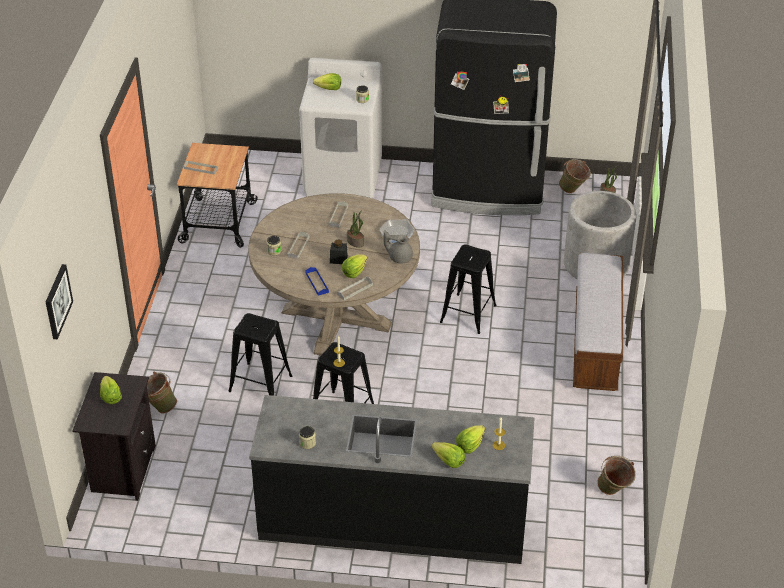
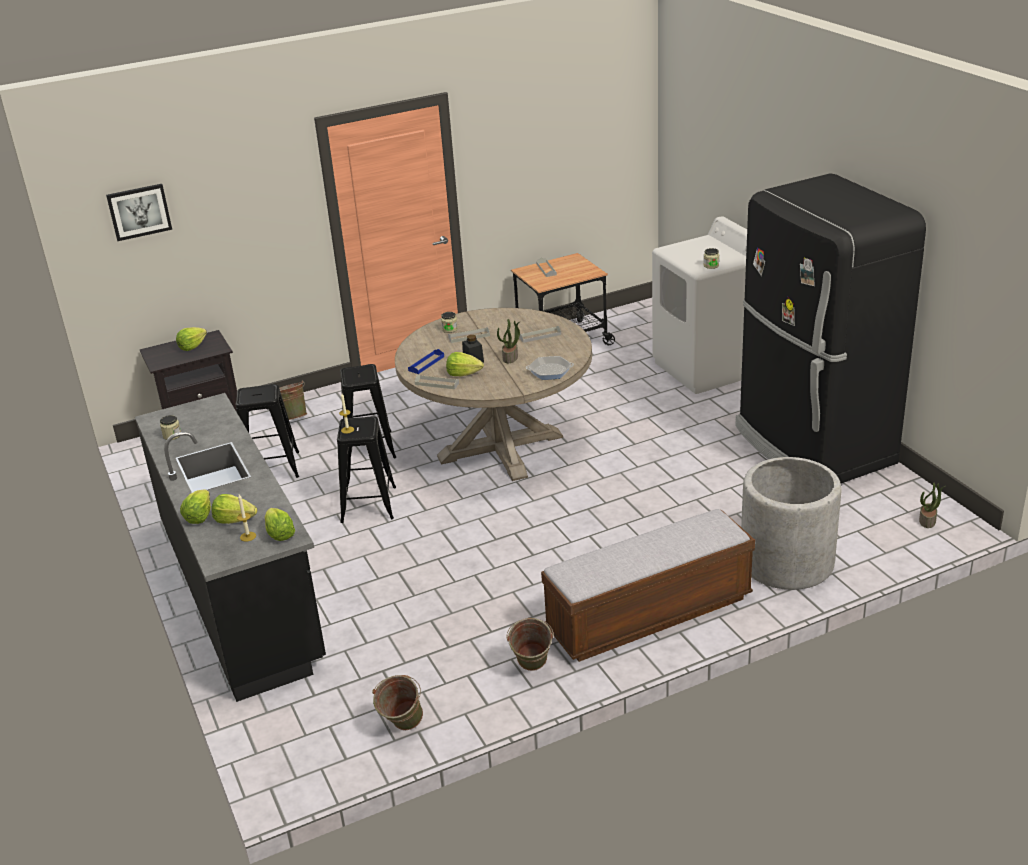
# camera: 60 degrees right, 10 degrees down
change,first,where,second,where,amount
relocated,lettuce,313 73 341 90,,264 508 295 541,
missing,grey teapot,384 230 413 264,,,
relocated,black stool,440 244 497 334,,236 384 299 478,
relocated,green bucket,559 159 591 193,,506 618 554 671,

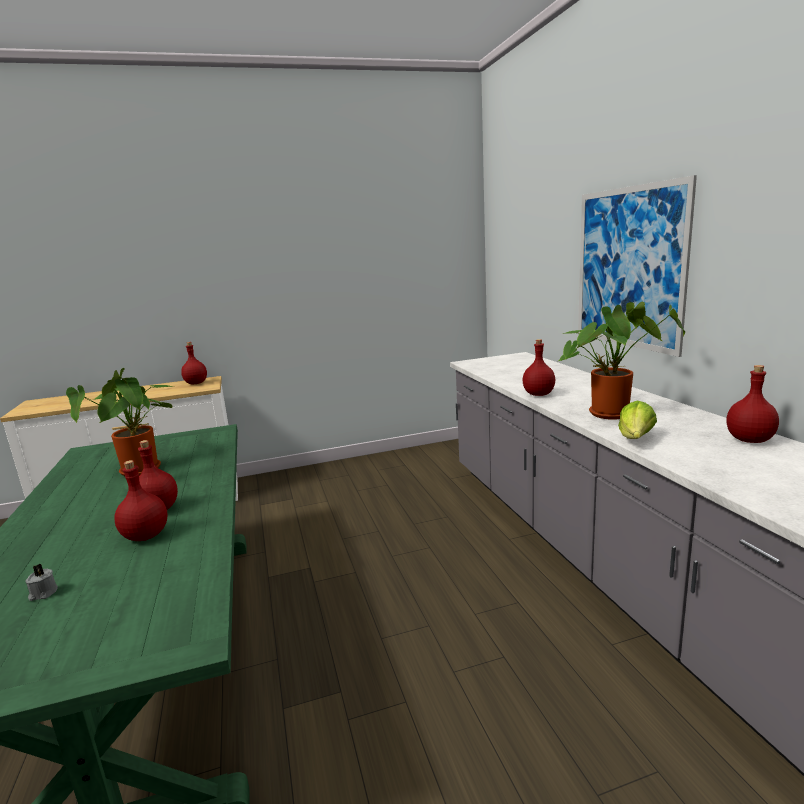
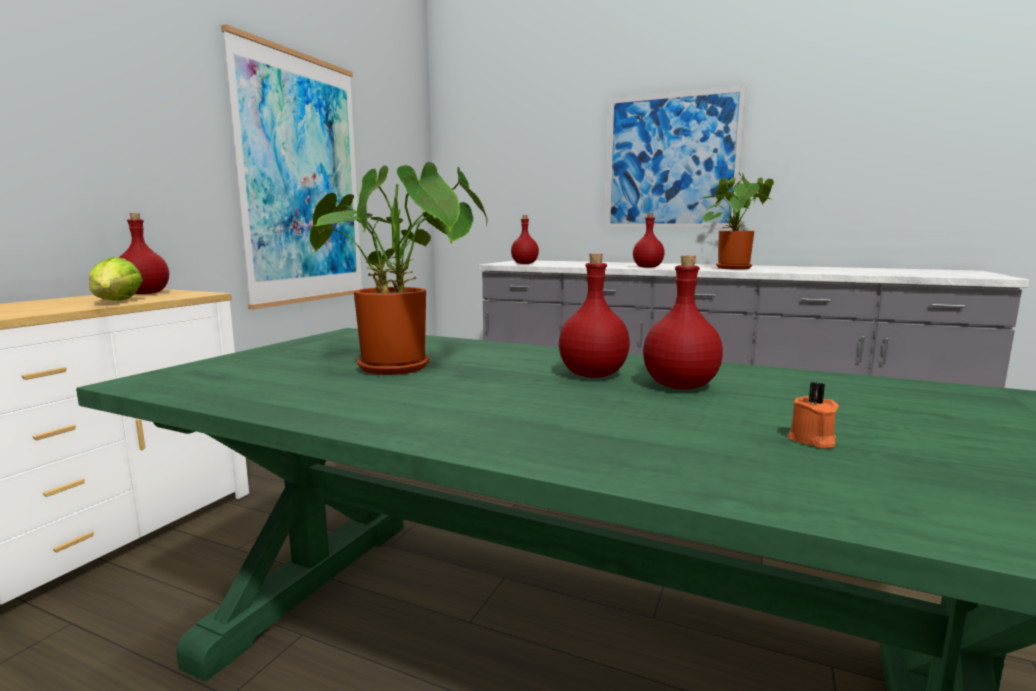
# camera: 50 degrees left, 5 degrees down
change,first,where,second,where,amount
colour,grey candle,25 564 58 601,orange candle,788 382 839 448,
relocated,lettuce,618 401 657 439,,89 257 143 301,
relocated,red bottle,726 365 779 443,,511 215 539 264,
appeared,,,picture,221 24 362 310,

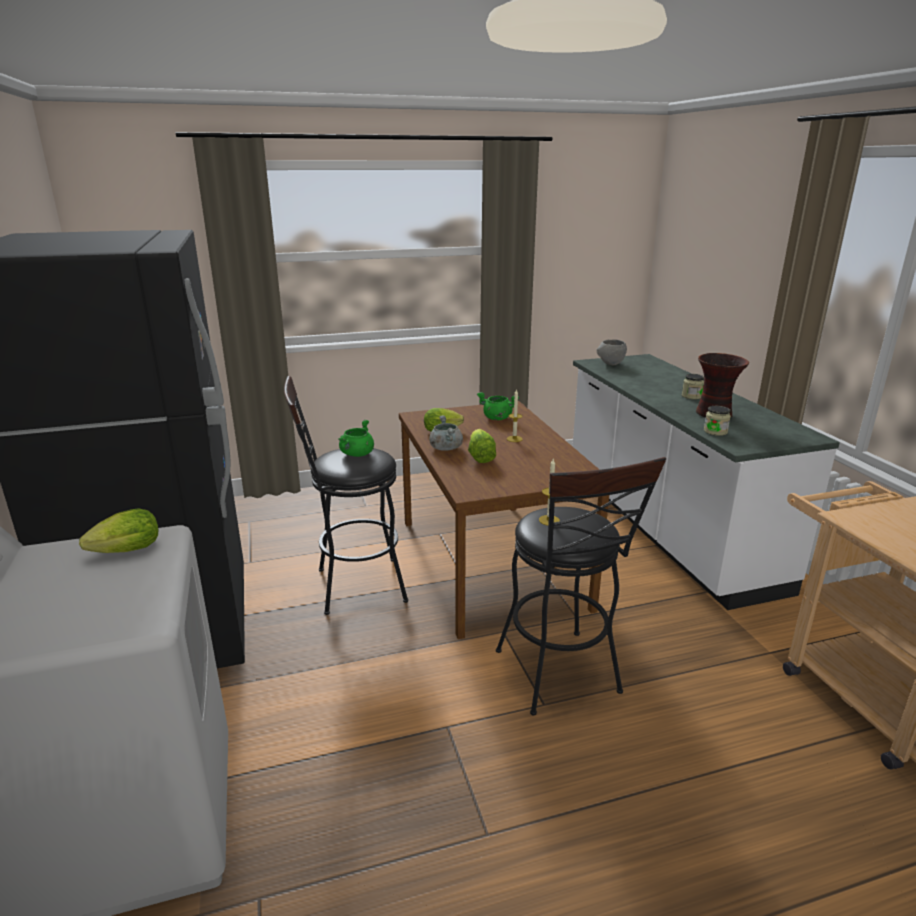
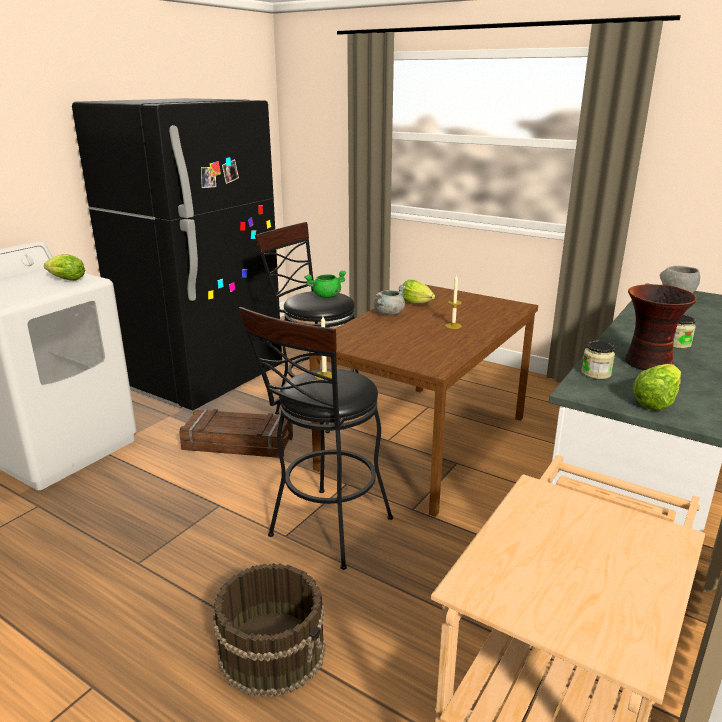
# camera: 50 degrees right, 0 degrees up
change,first,where,second,where,amount
relocated,lettuce,468 429 496 463,,633 364 681 410,
missing,green cooking pot,477 392 519 420,,,
appeared,,,crate,179 409 293 458,
appeared,,,brown bucket,213 563 326 697,

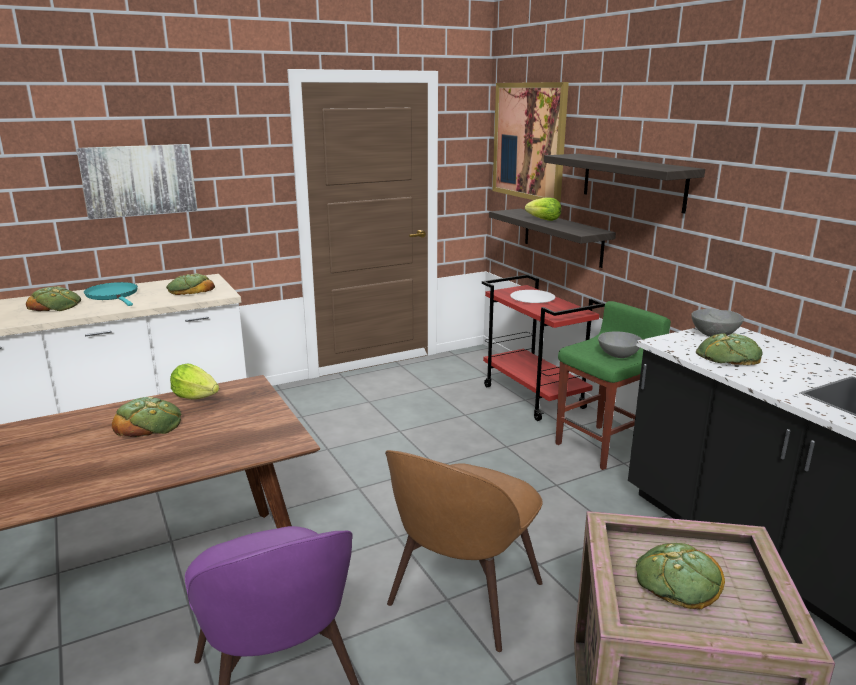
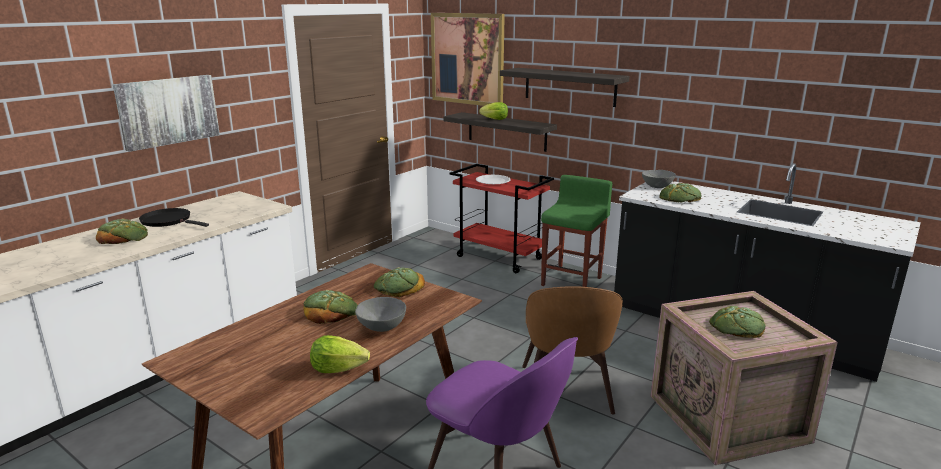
# camera: 25 degrees left, 0 degrees up
change,first,where,second,where,amount
colour,turquoise frying pan,84 282 138 306,black frying pan,139 208 209 227,
relocated,bread,166 273 215 295,,374 267 425 297,
relocated,lettuce,170 363 219 399,,310 335 370 373,
relocated,grey bowl,598 332 642 358,,355 297 406 332,

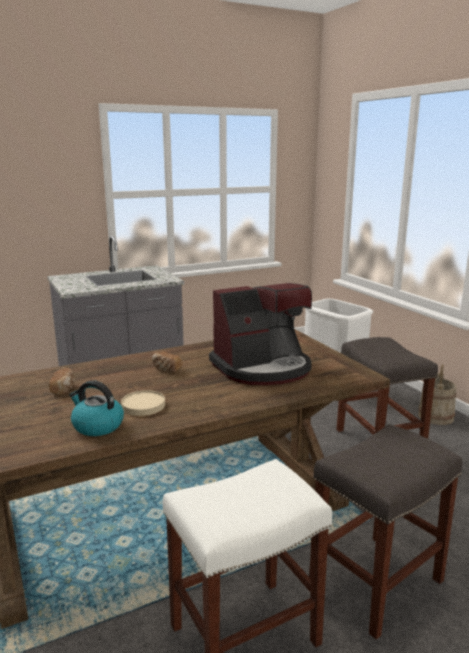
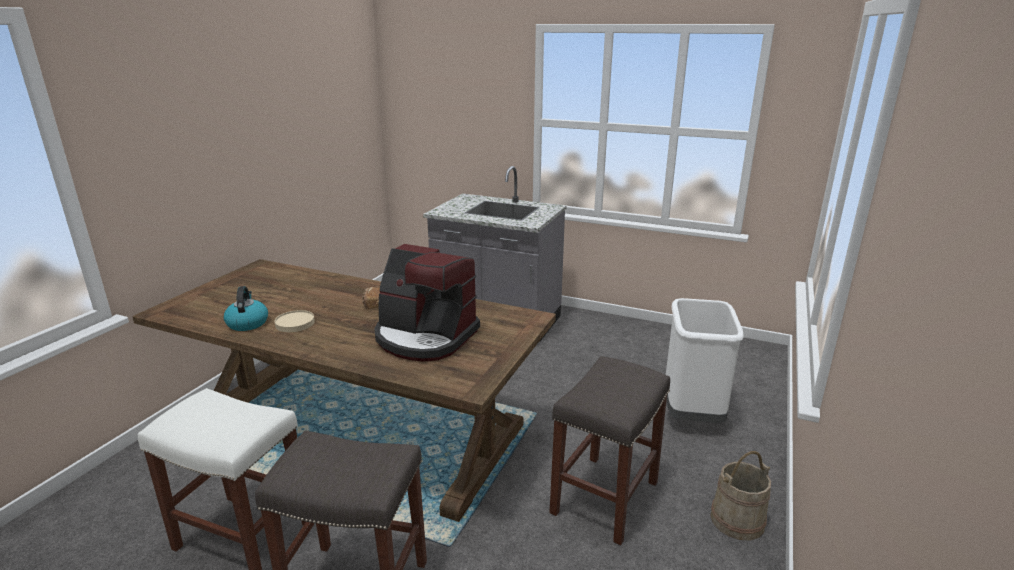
# camera: 50 degrees right, 5 degrees up
change,first,where,second,where,amount
missing,bread,49 368 75 394,,,

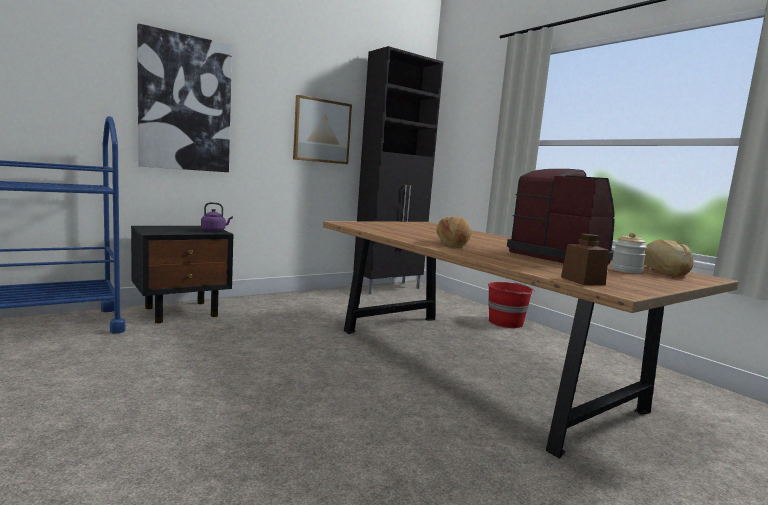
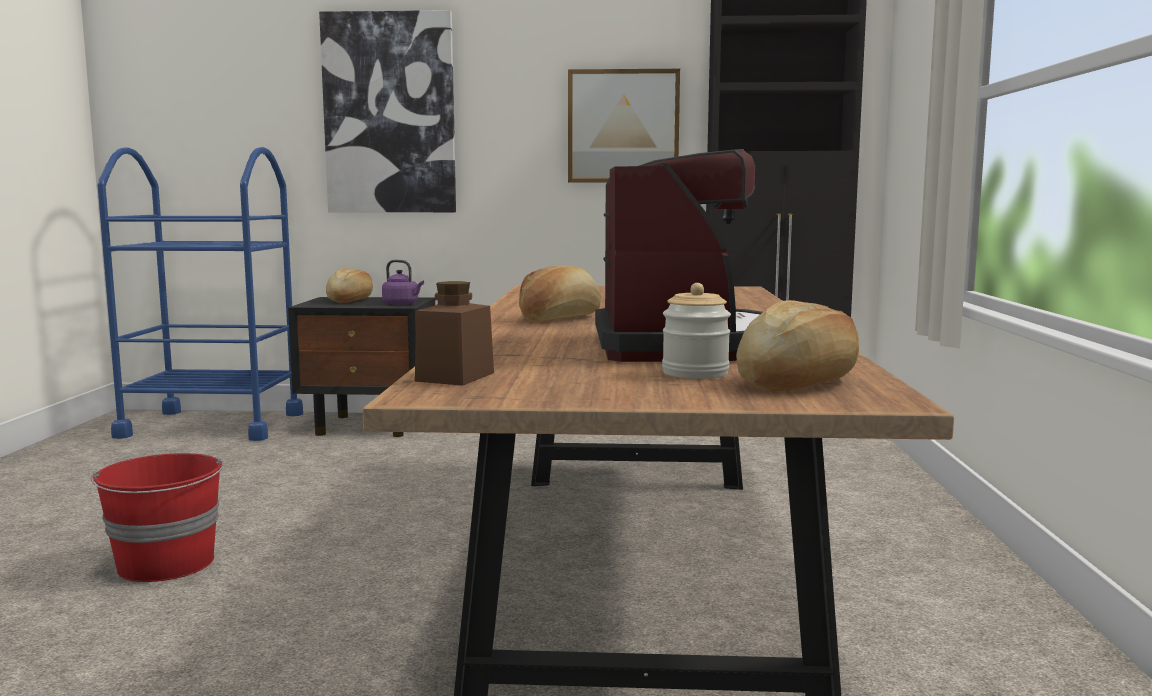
# camera: 40 degrees right, 0 degrees up
change,first,where,second,where,amount
relocated,red bucket,488 282 535 328,,91 453 223 582,
appeared,,,bread,326 268 373 303,

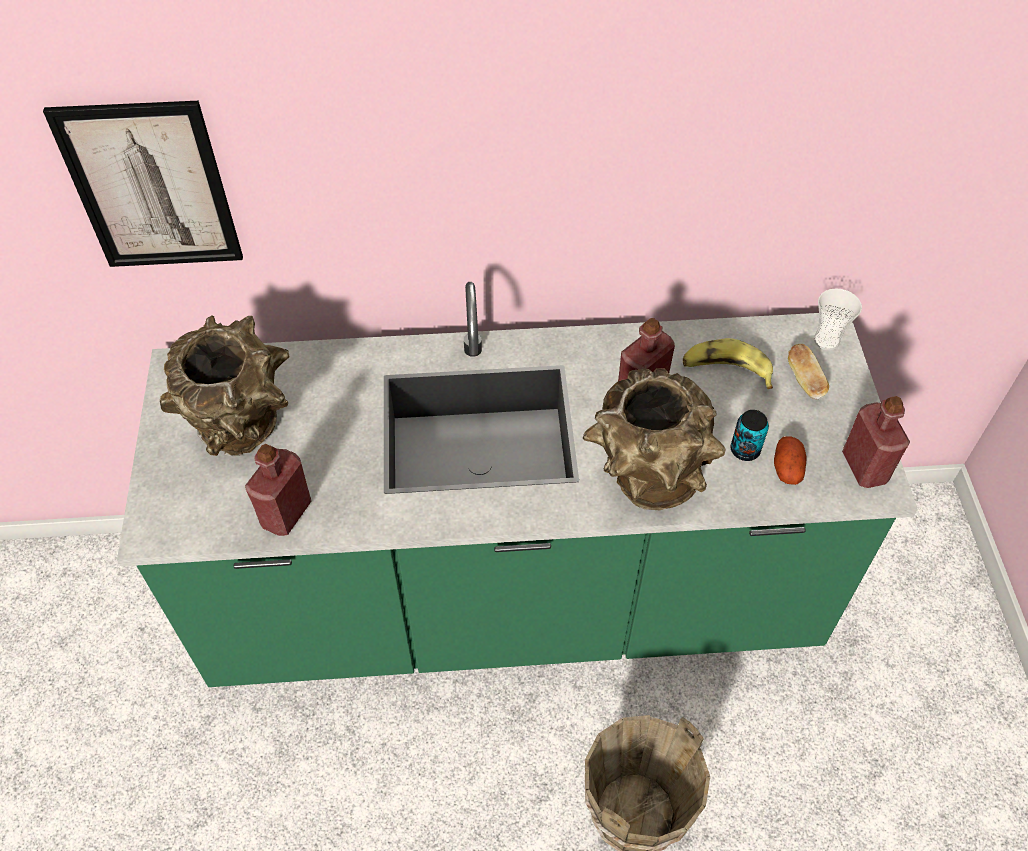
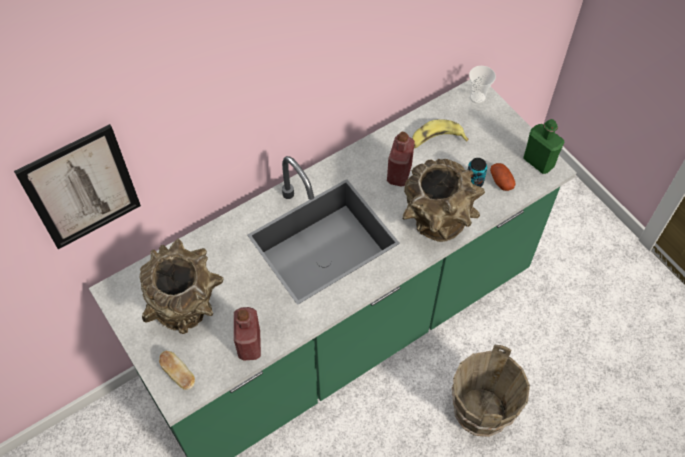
# camera: 30 degrees left, 5 degrees up
change,first,where,second,where,amount
relocated,bread,788 344 829 399,,159 351 195 390,
colour,red bottle,842 396 910 488,green bottle,523 119 564 174,

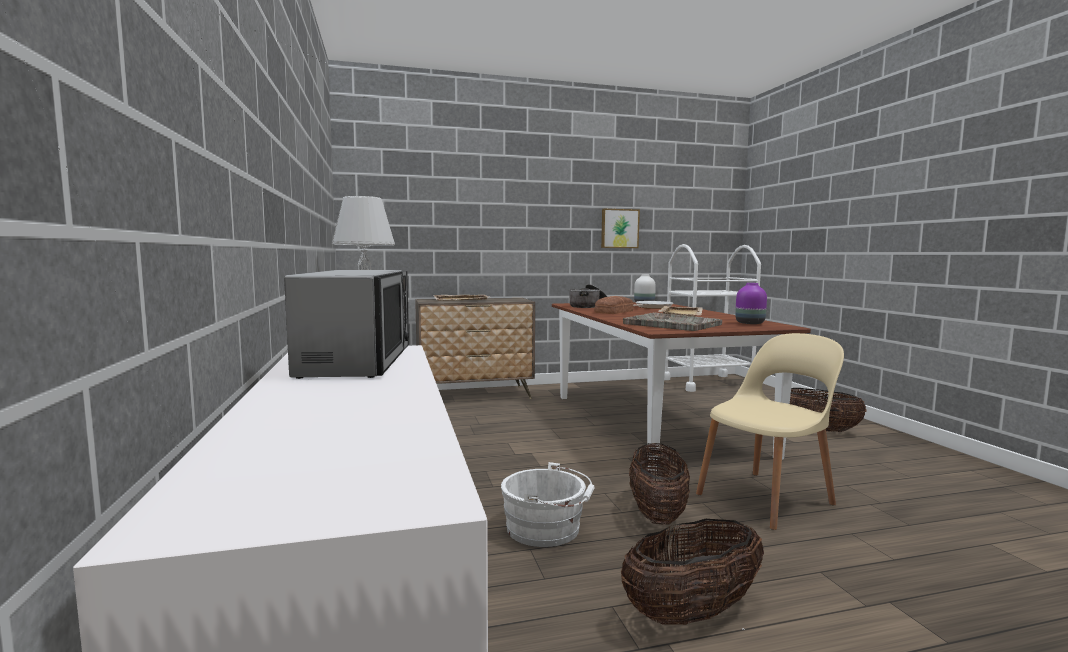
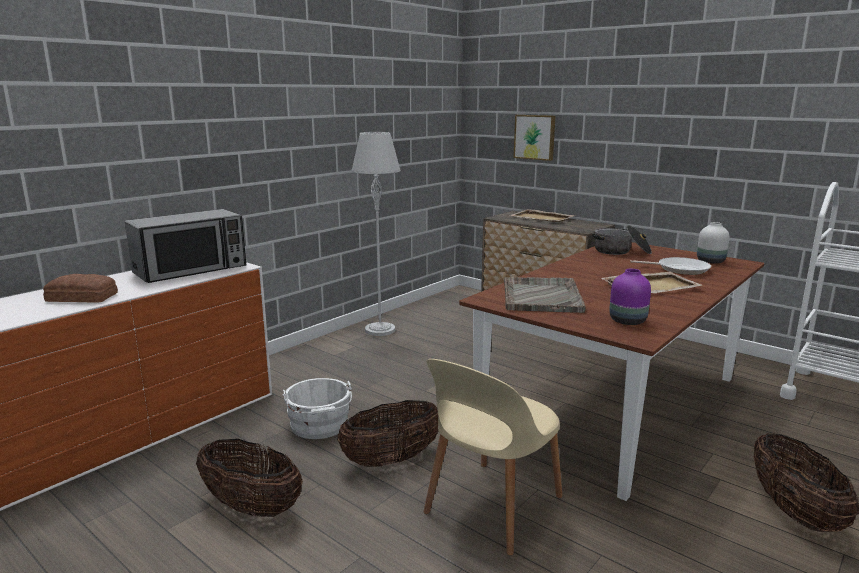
# camera: 55 degrees right, 10 degrees up
change,first,where,second,where,amount
relocated,bread,594 296 634 314,,43 274 118 302,
relocated,picture,601 209 640 248,,513 115 556 161,
spun,beige chair,696 333 844 530,,423 359 563 556,105 degrees clockwise

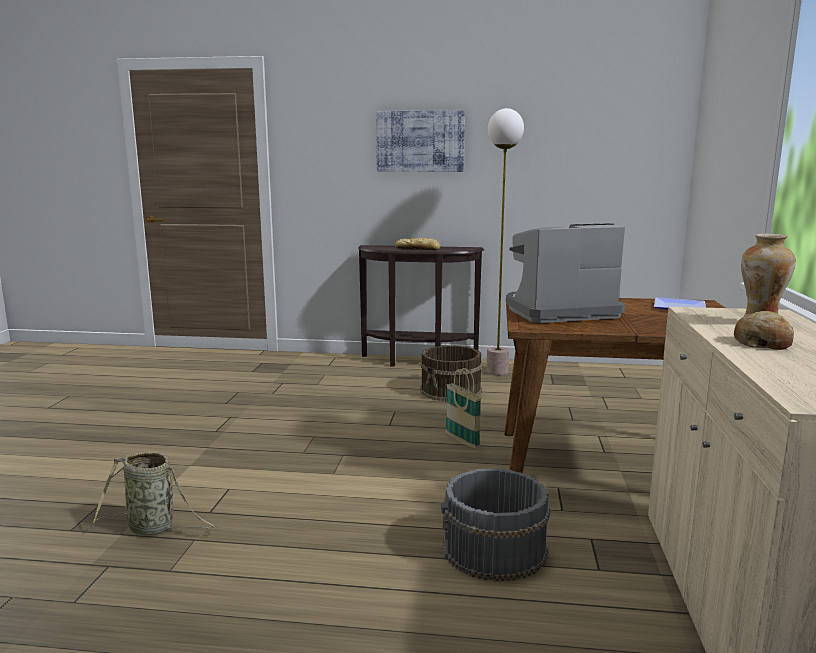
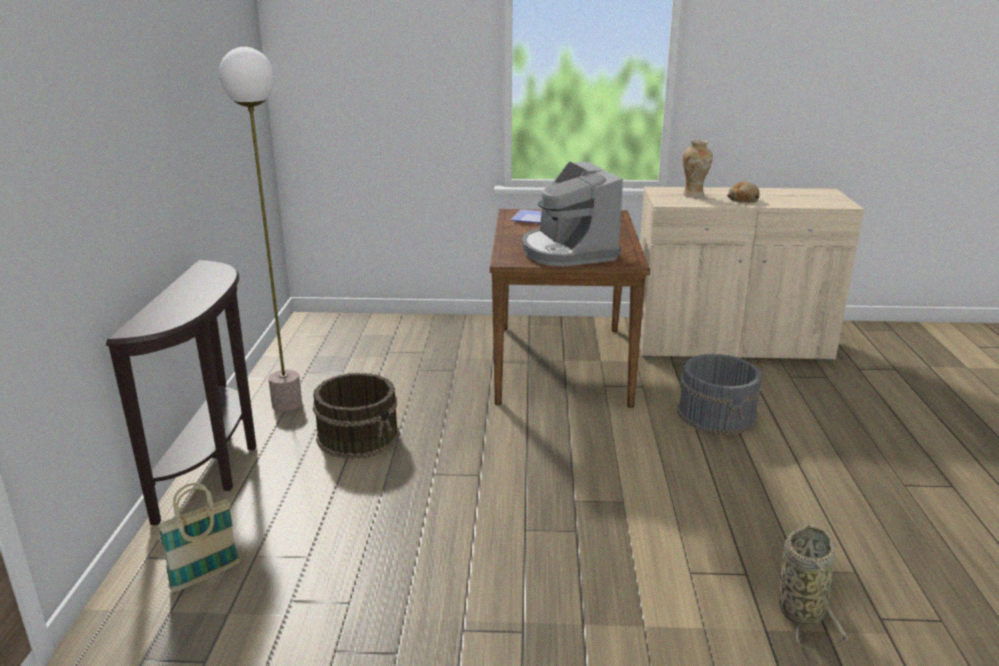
# camera: 95 degrees left, 10 degrees up
change,first,where,second,where,amount
missing,picture,376 110 465 172,,,
missing,bread,395 238 440 250,,,
relocated,basket,445 368 482 449,,157 483 240 592,

